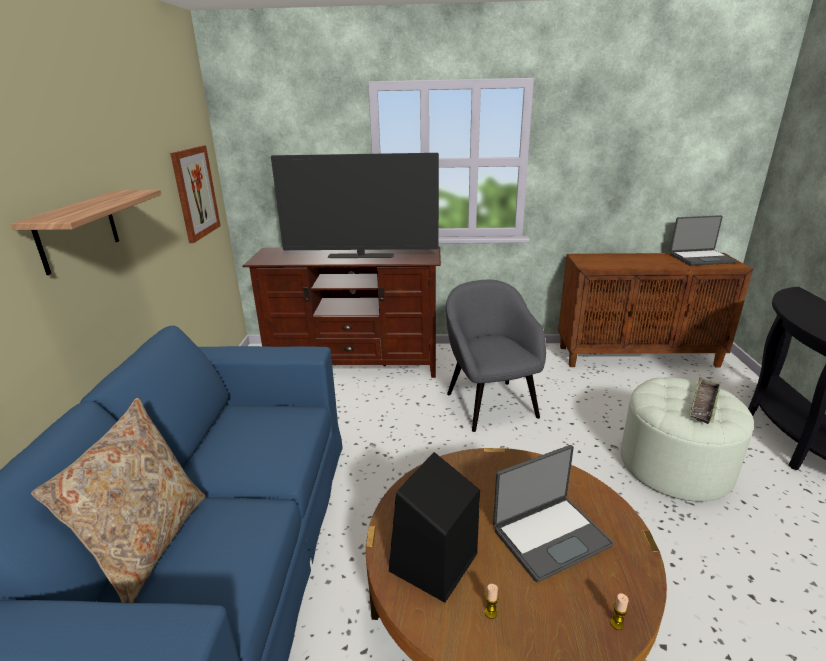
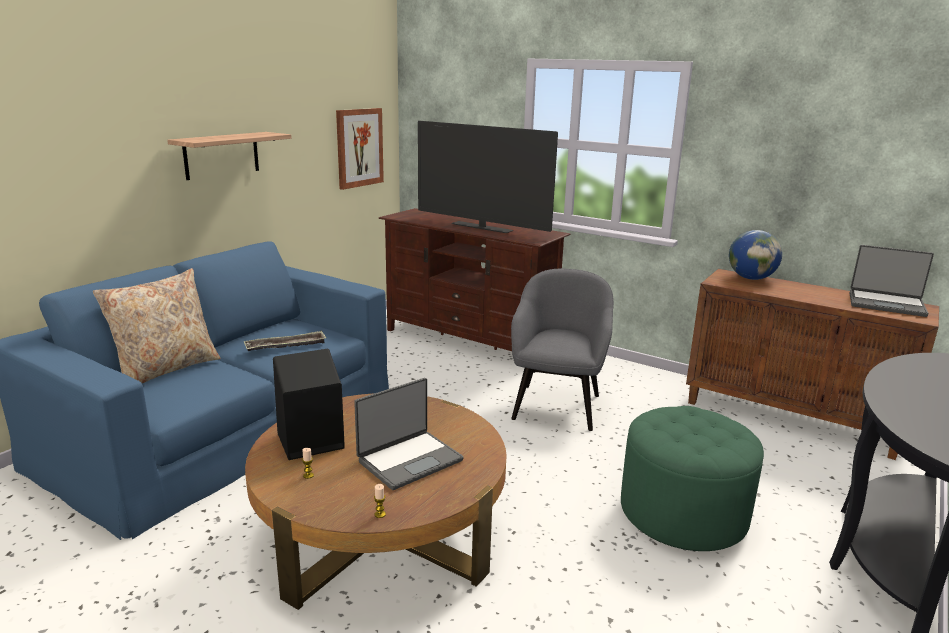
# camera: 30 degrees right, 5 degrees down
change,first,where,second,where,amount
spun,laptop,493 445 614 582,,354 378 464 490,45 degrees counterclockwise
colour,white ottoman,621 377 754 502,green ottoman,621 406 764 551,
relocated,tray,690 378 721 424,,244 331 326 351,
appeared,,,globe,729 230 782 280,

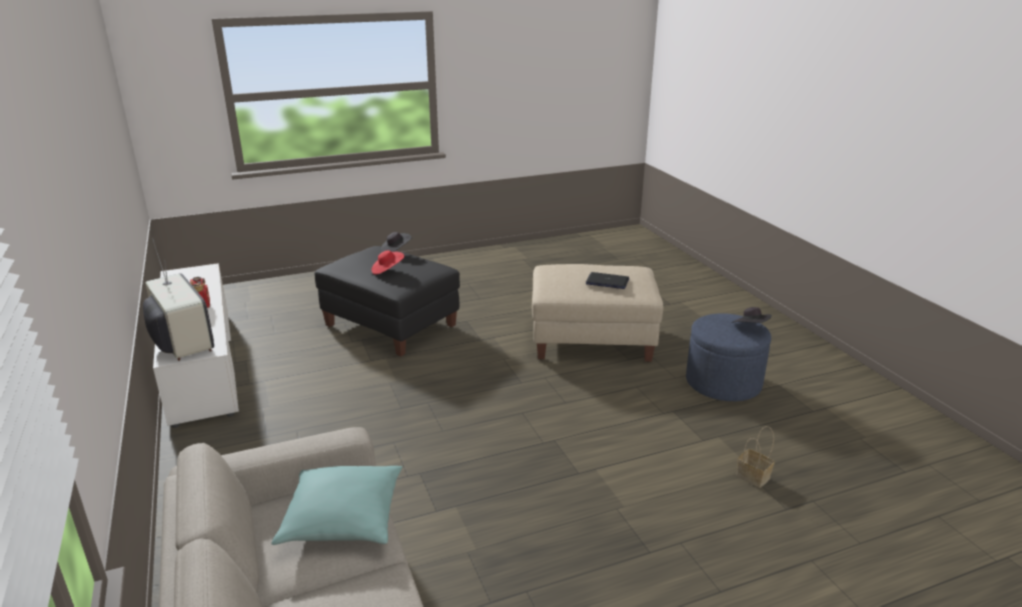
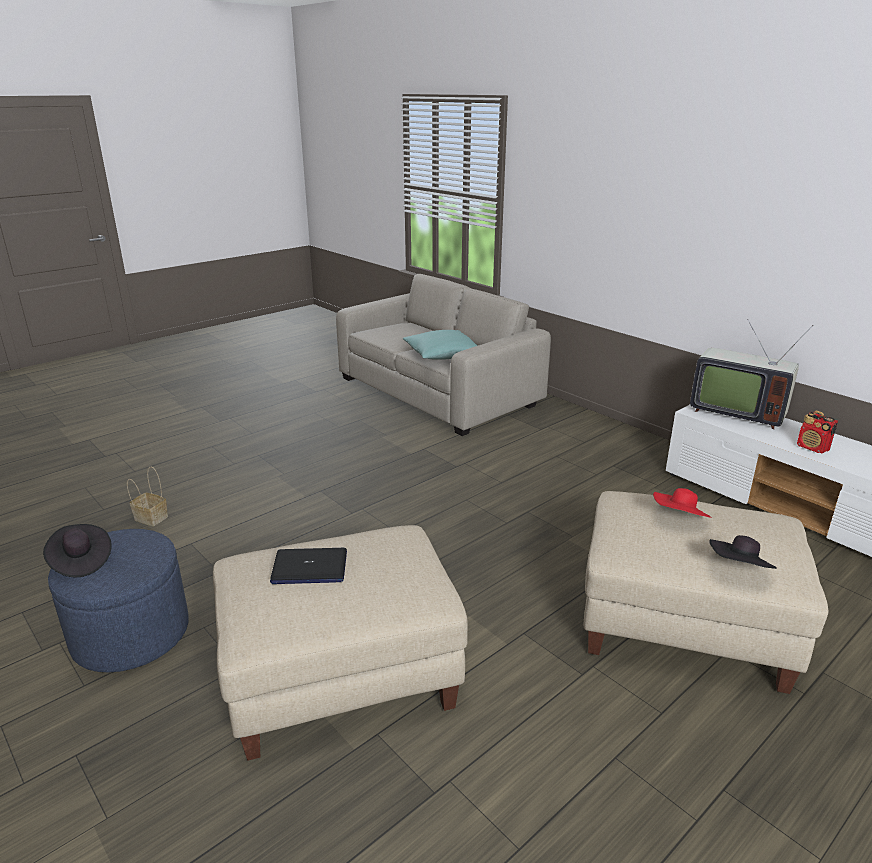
# camera: 160 degrees right, 0 degrees up
change,first,where,second,where,amount
colour,black ottoman,315 246 460 356,beige ottoman,584 491 828 694,

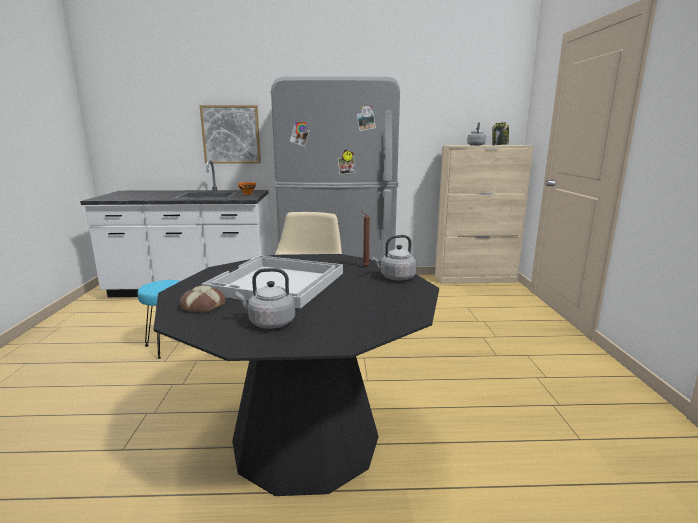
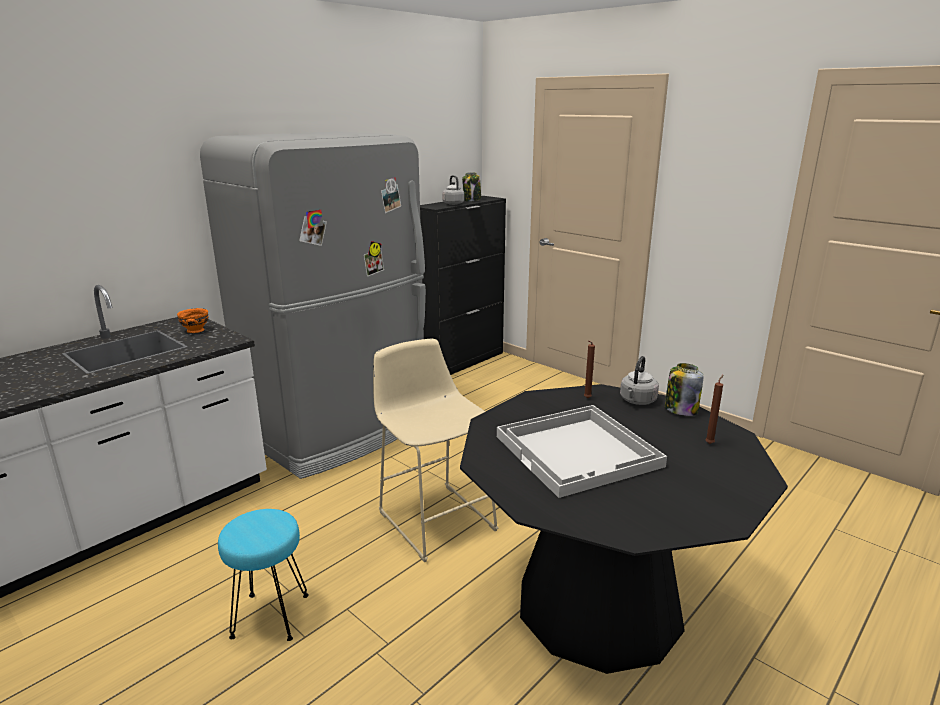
# camera: 45 degrees left, 5 degrees up
change,first,where,second,where,amount
missing,bread,180 286 225 312,,,
missing,picture,200 105 261 164,,,
missing,grey kettle,235 268 295 329,,,
colour,beige cabinet,435 145 534 284,black cabinet,420 196 506 375,
appeared,,,jar,665 363 703 416,
appeared,,,brown candle,705 375 723 444,

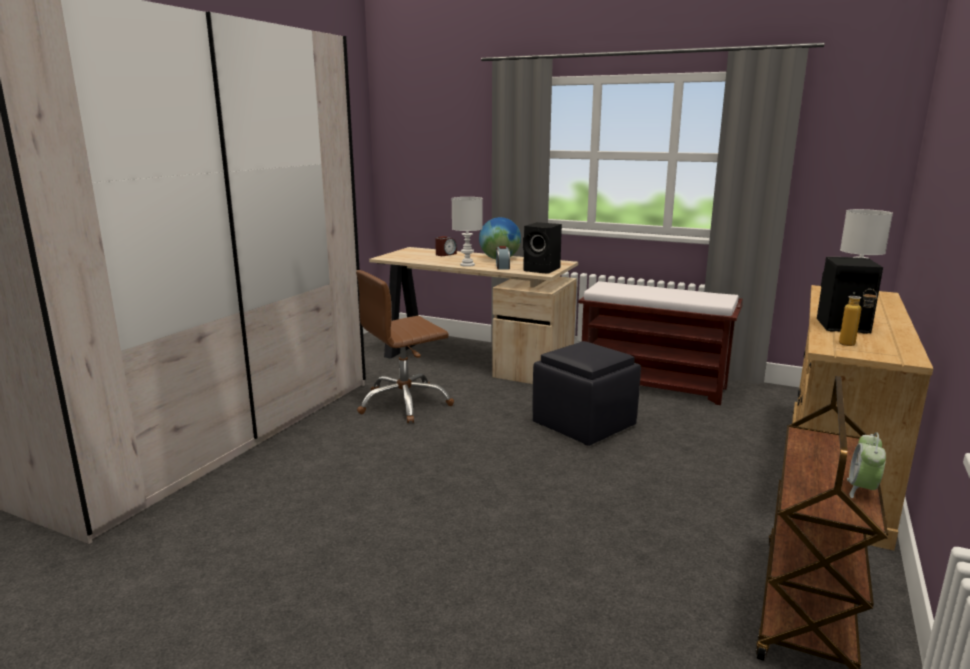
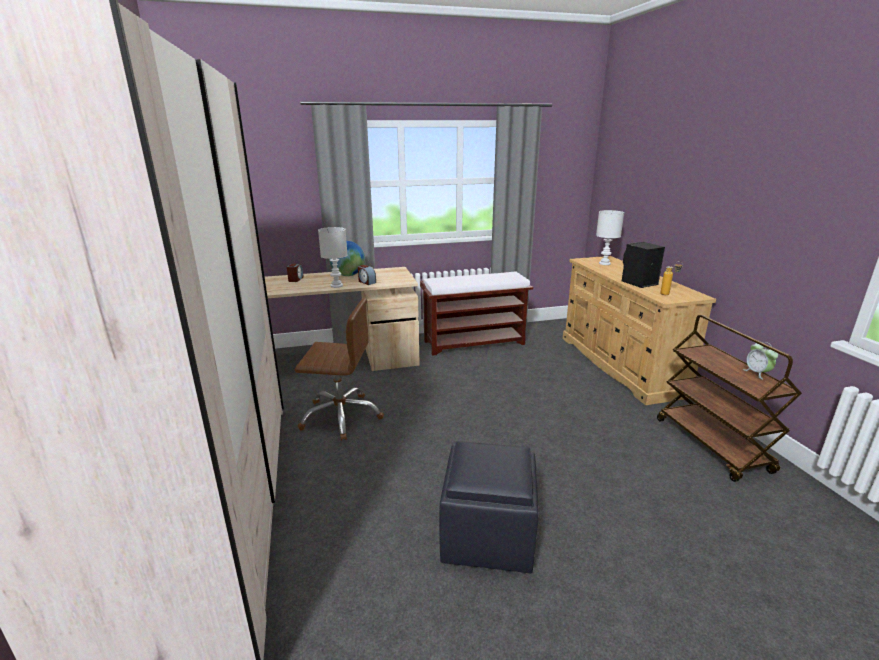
# camera: 40 degrees left, 5 degrees up
change,first,where,second,where,amount
spun,brown office chair,356 270 454 423,,295 298 384 441,105 degrees counterclockwise
missing,black speaker,523 222 562 274,,,
relocated,black ottoman,533 341 641 446,,439 441 539 573,

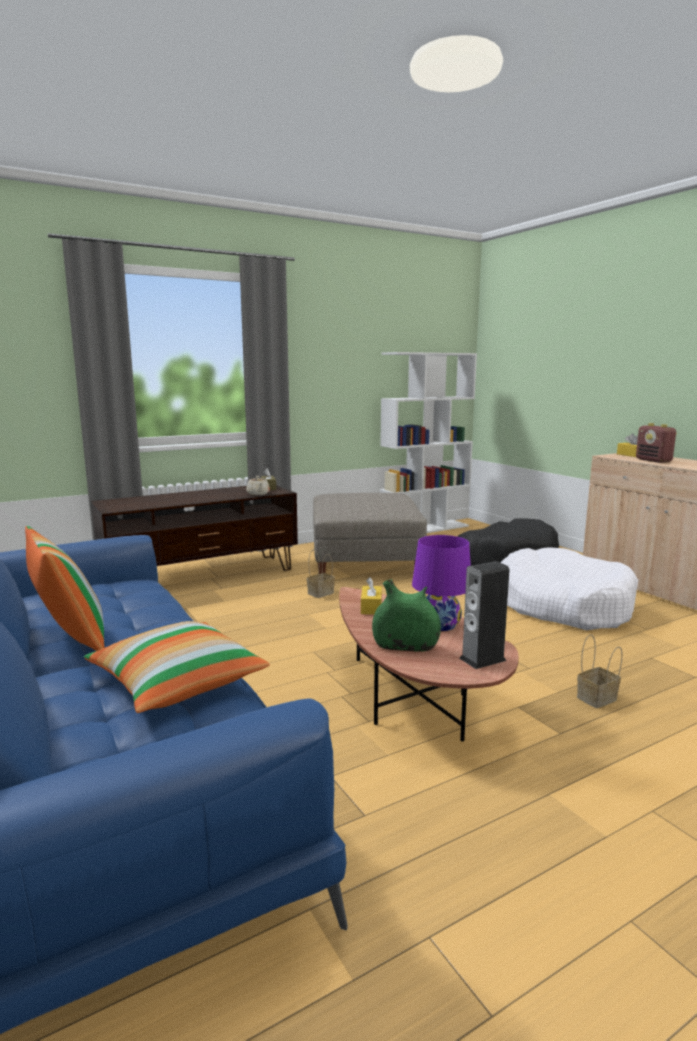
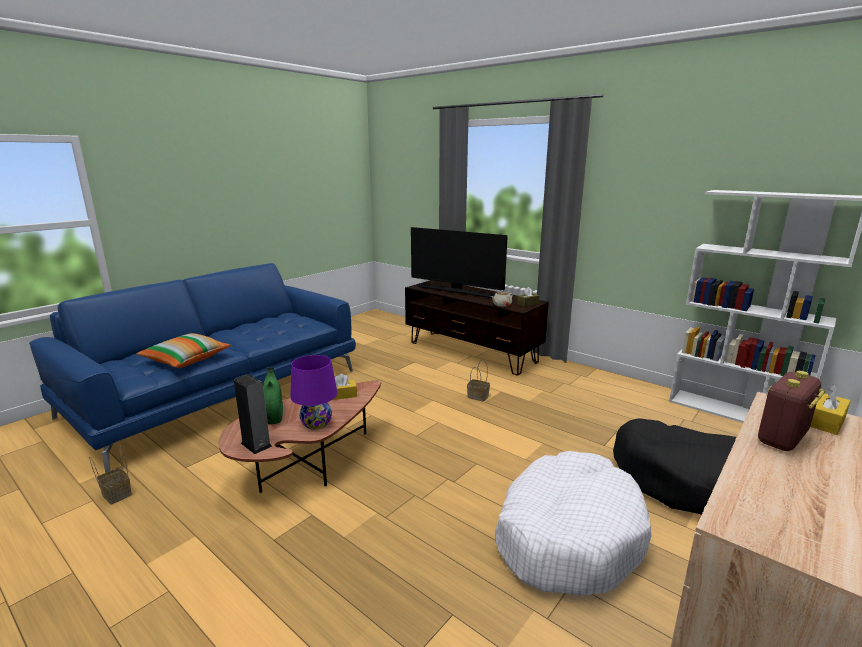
# camera: 70 degrees right, 5 degrees up
change,first,where,second,where,amount
missing,pillow,25 526 105 651,,,
missing,grey ottoman,313 493 427 574,,,
relocated,basket,577 634 623 708,,89 445 132 504,
appeared,,,television,411 227 508 298,

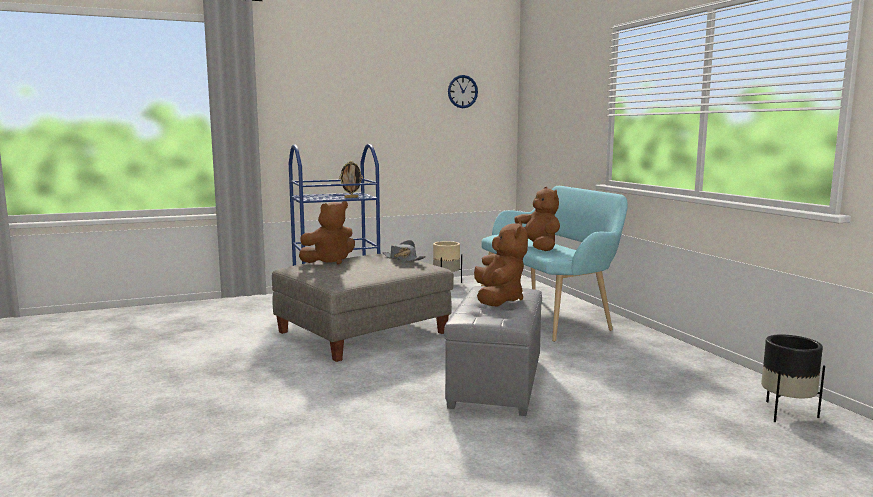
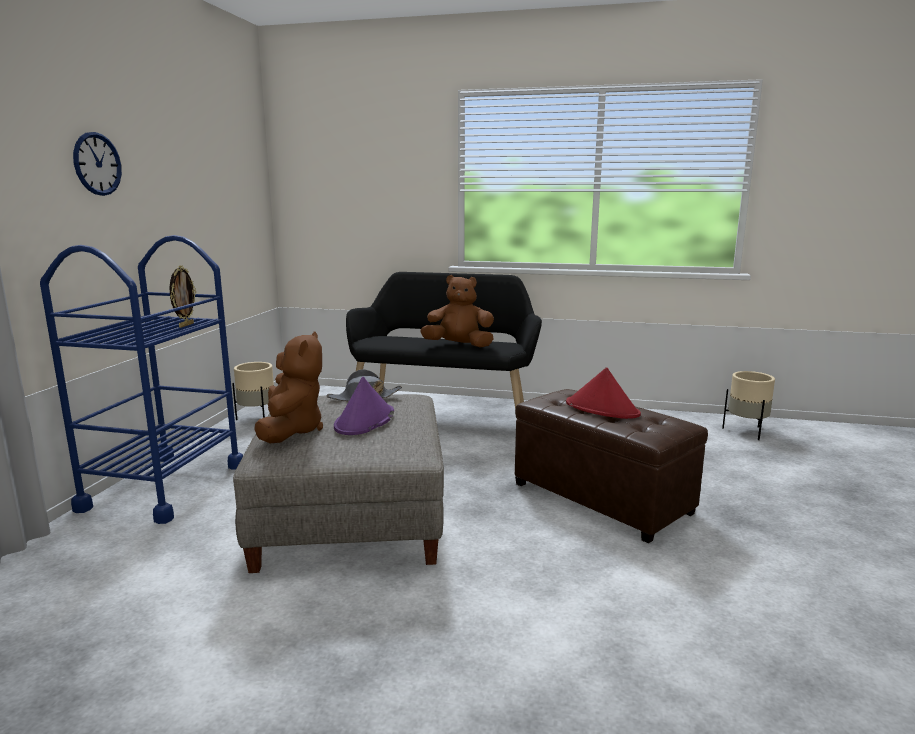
# camera: 55 degrees left, 5 degrees up
change,first,where,second,where,amount
colour,grey ottoman,444 286 542 416,brown ottoman,515 389 708 543,
relocated,wall clock,448 75 478 108,,73 132 122 196,
exchanged,brown plush toy,474 221 528 306,red hat,566 367 641 419,
colour,turquoise bench,481 186 628 342,black bench,346 272 542 409,
colour,black planter,761 335 825 422,beige planter,722 371 775 440,
appeared,,,purple hat,334 377 394 435,

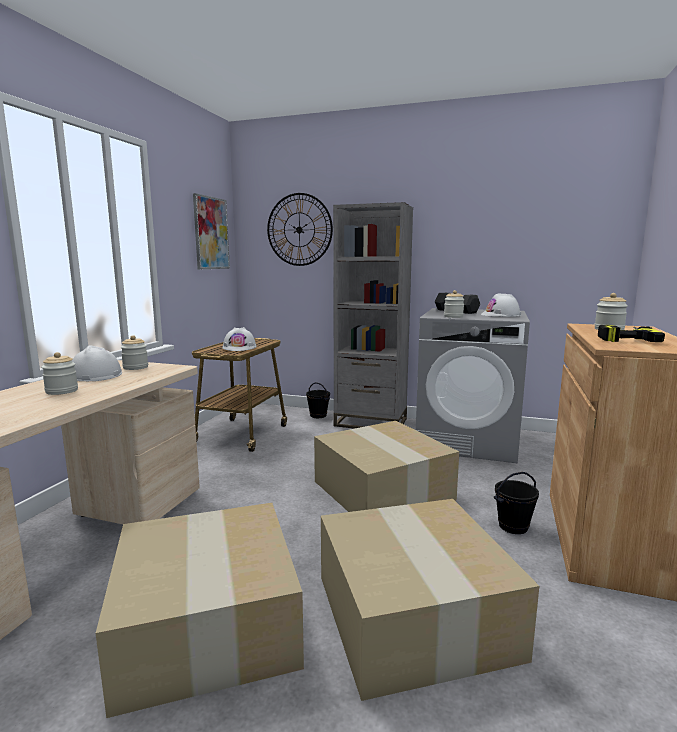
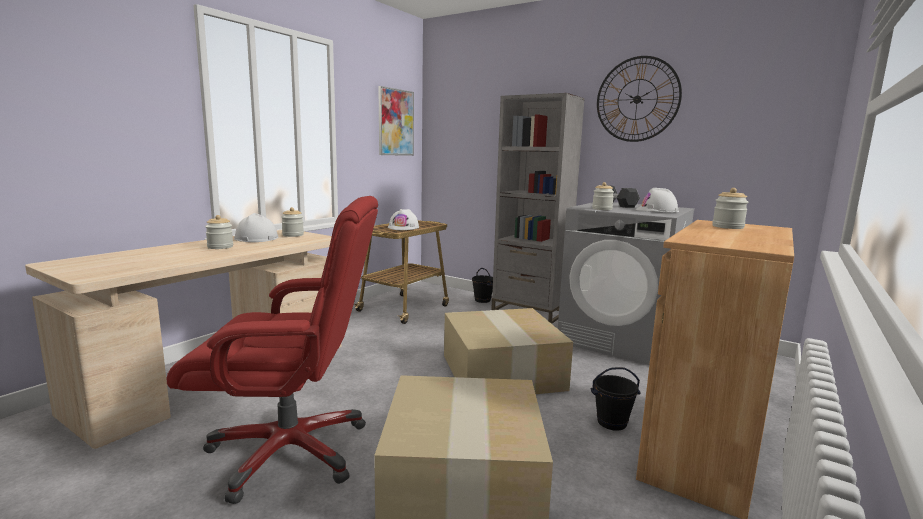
# camera: 15 degrees right, 0 degrees up
change,first,where,second,where,amount
exchanged,cardboard box,96 503 304 718,red office chair,166 196 378 504,
relocated,wall clock,267 193 333 266,,597 56 682 142,
missing,power drill,598 325 665 342,,,

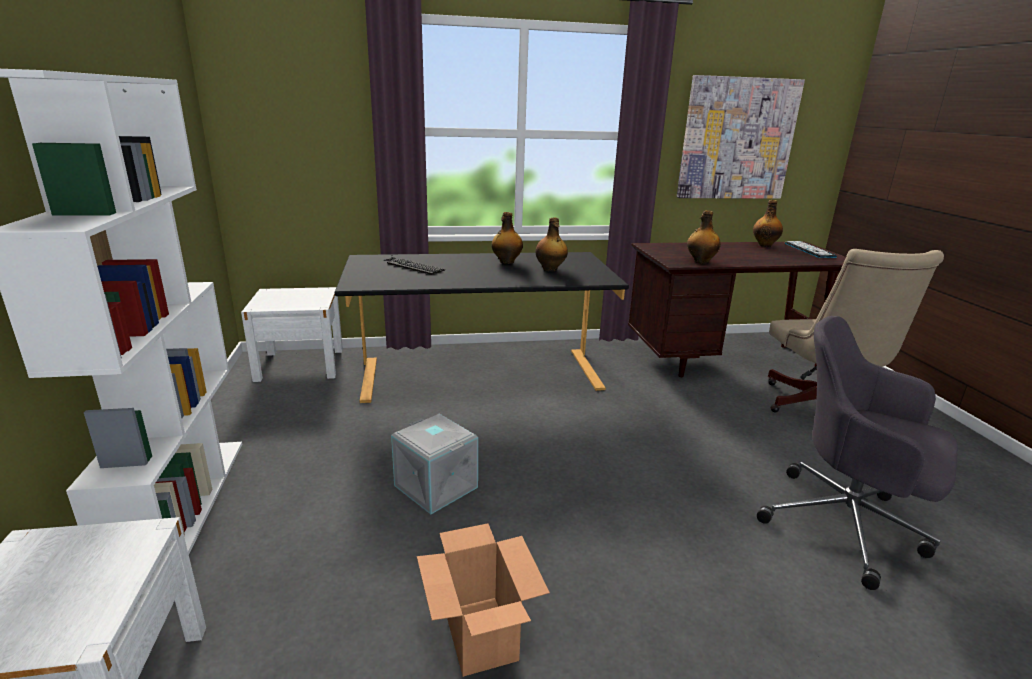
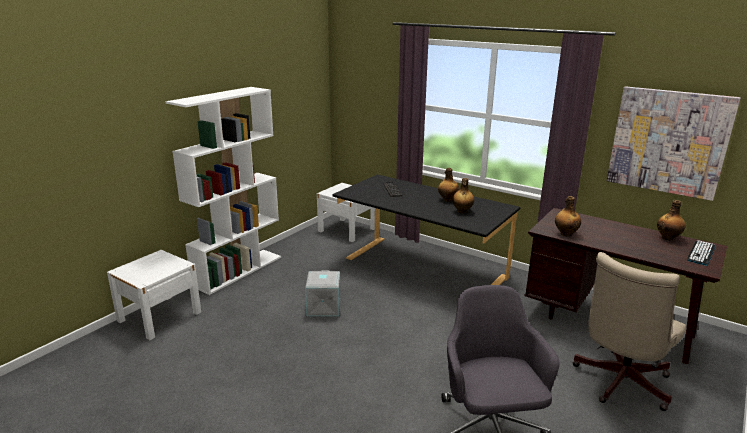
# camera: 45 degrees right, 0 degrees up
change,first,where,second,where,amount
missing,cardboard box,417 523 550 677,,,

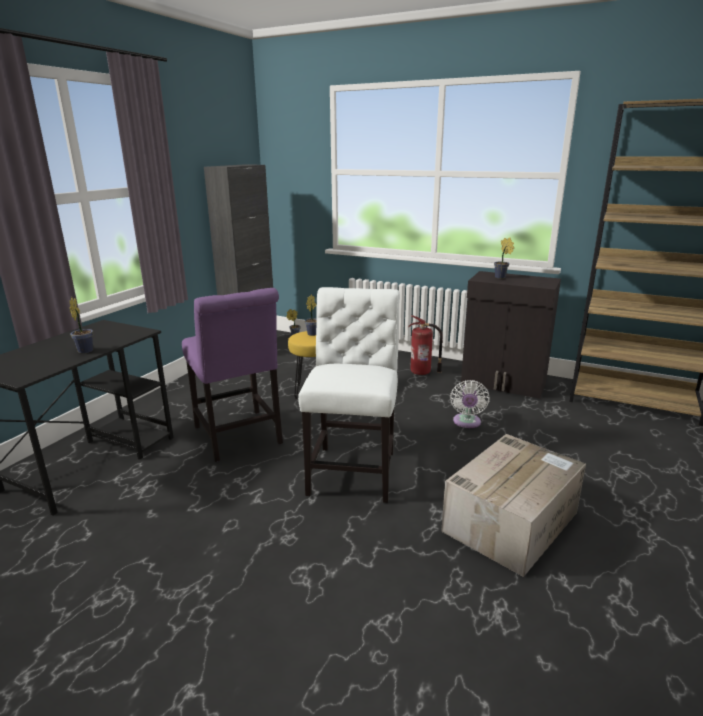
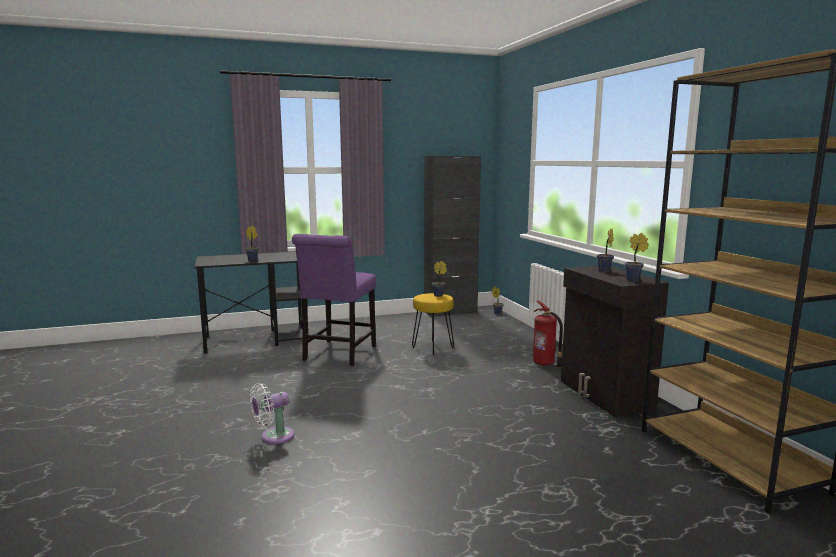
# camera: 45 degrees right, 10 degrees down
change,first,where,second,where,amount
missing,white chair,298 287 400 503,,,
missing,cardboard box,441 434 586 577,,,
relocated,white fan,450 380 489 428,,250 383 294 444,
appeared,,,potted plant,625 233 649 282,

